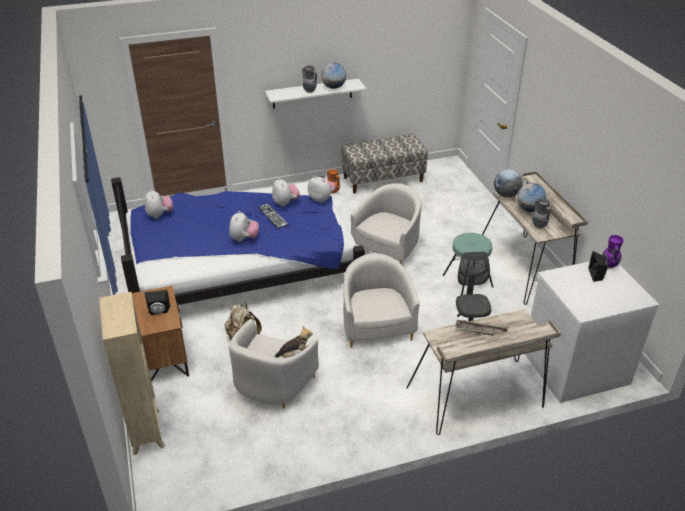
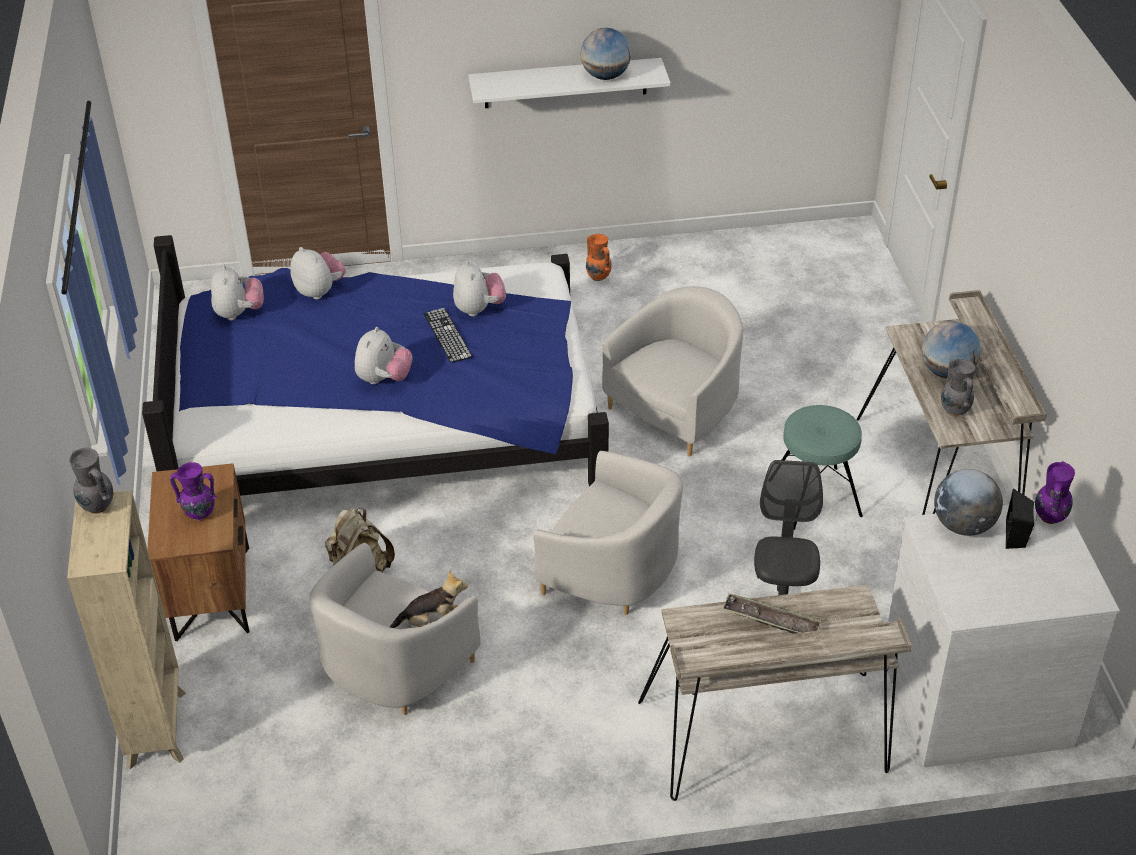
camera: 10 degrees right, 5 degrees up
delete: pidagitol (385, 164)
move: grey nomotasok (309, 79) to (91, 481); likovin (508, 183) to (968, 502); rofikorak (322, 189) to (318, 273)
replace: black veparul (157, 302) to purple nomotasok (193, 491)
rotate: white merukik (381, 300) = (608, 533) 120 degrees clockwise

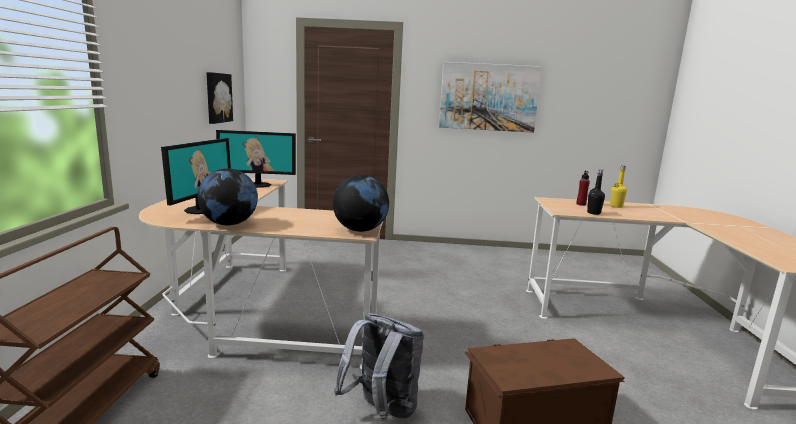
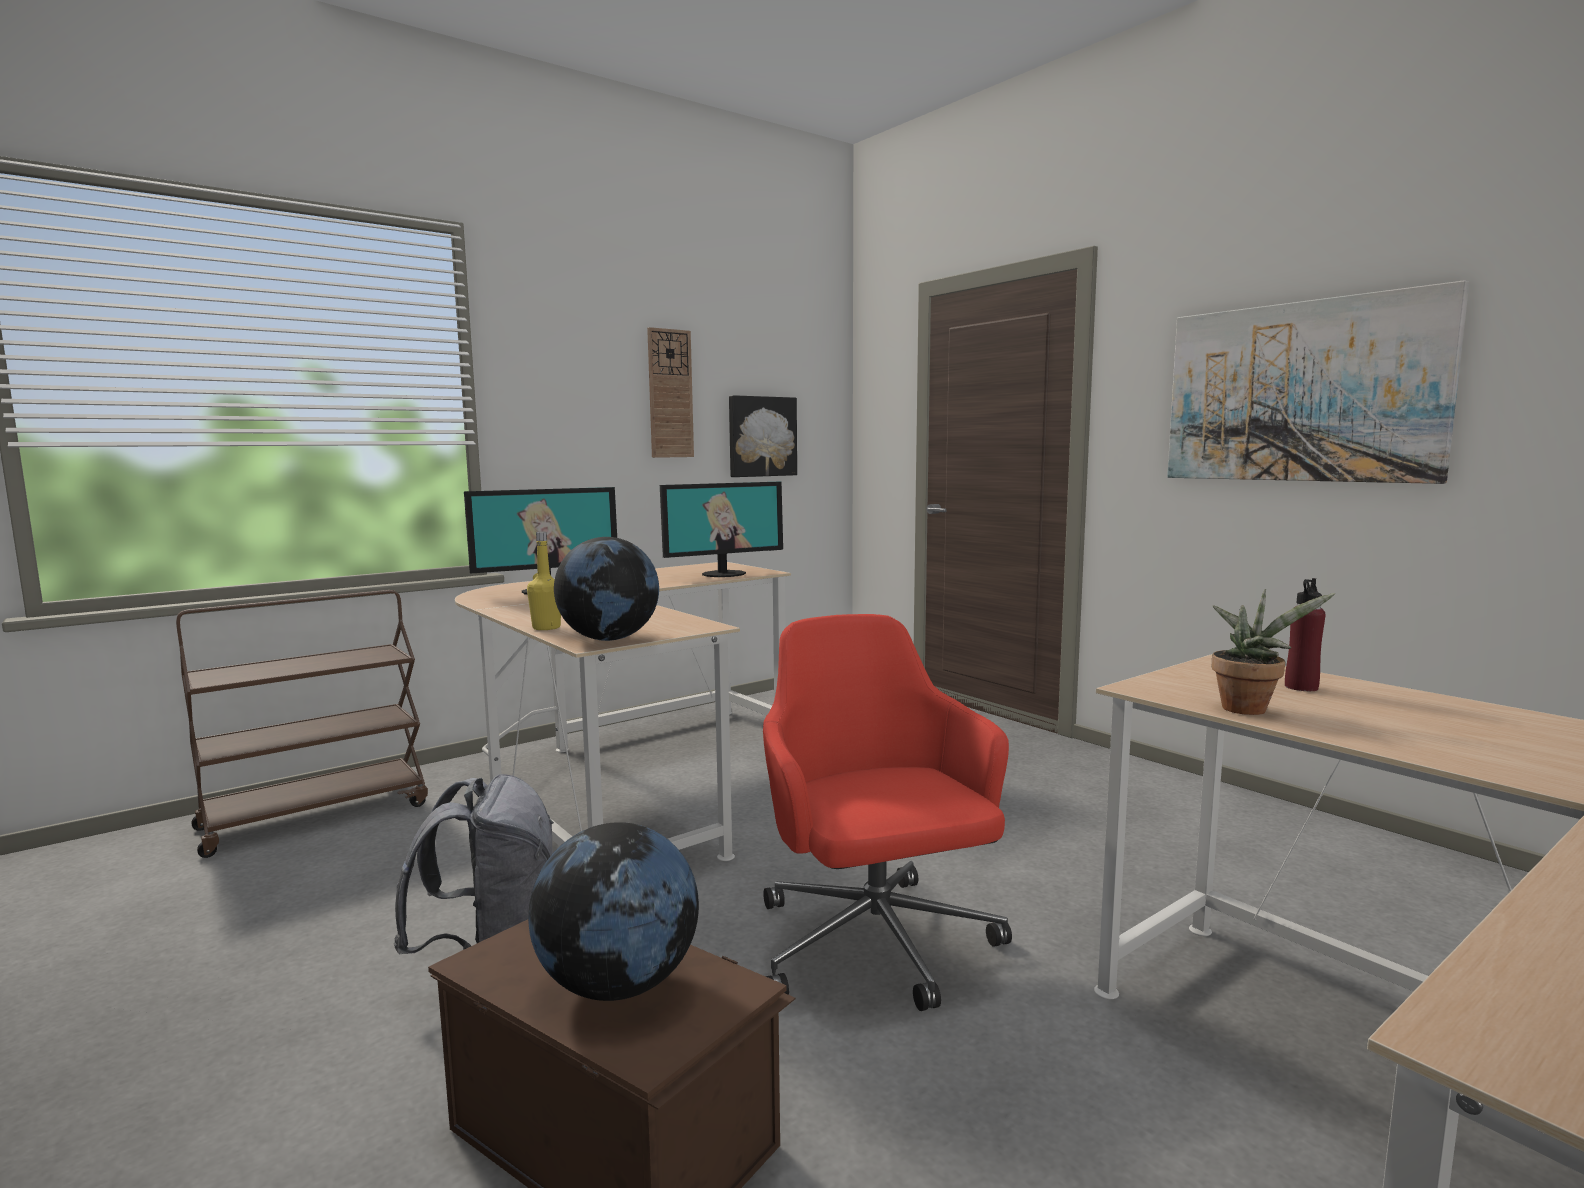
camera: 50 degrees right, 5 degrees down
insert: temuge (670, 392); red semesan (887, 812)
move: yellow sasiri (618, 186) to (544, 581); likovin (227, 197) to (613, 911)
replace: black sasiri (596, 192) to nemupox (1273, 652)
rotate: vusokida (256, 159) = (721, 529) 75 degrees counterclockwise

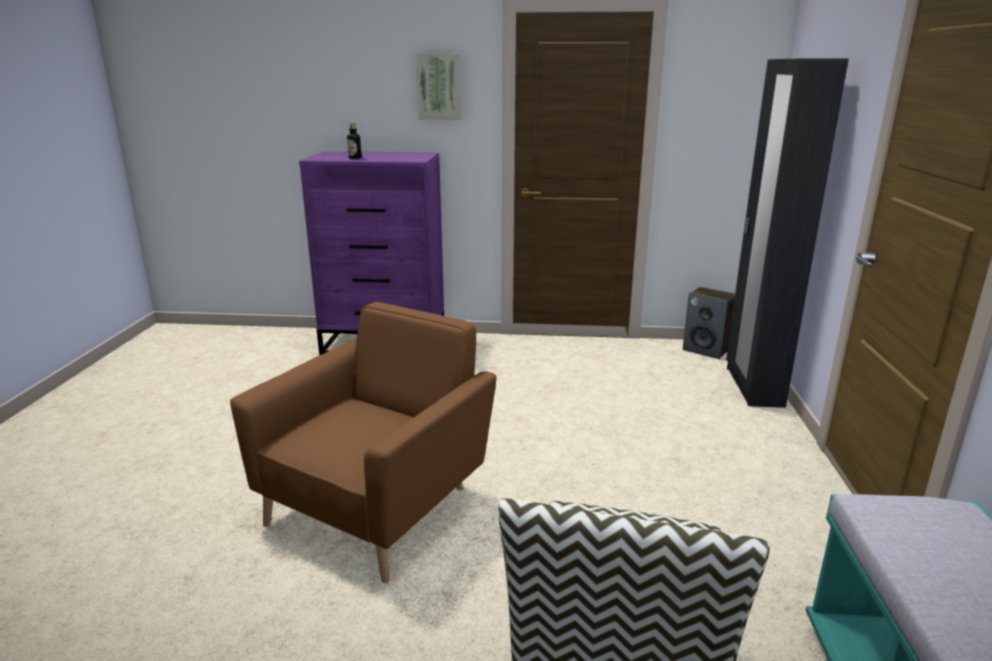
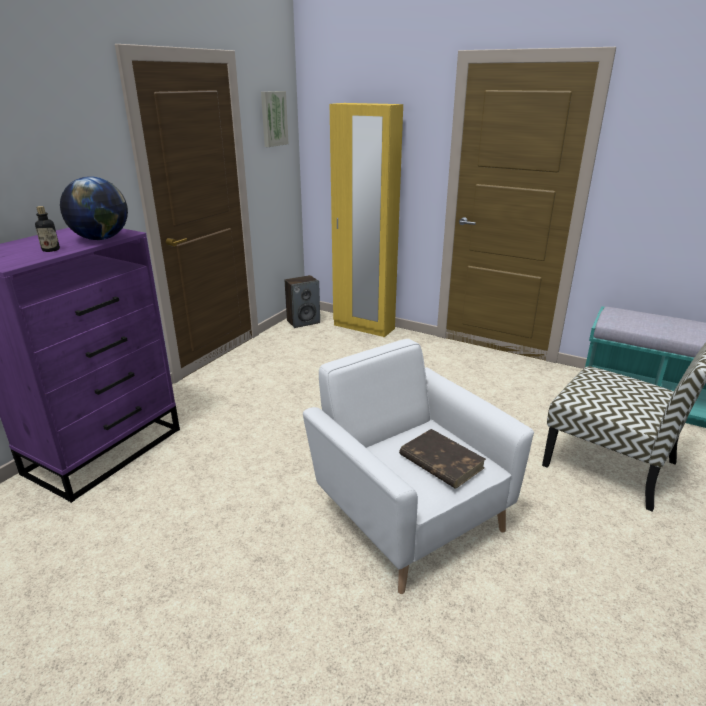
camera: 65 degrees left, 5 degrees up
insert: likovin (94, 208); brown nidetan (442, 458)
move: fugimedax (438, 86) to (275, 119)
recolor: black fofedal (787, 233) to yellow fofedal (366, 220); brown merukik (363, 442) to white merukik (418, 466)

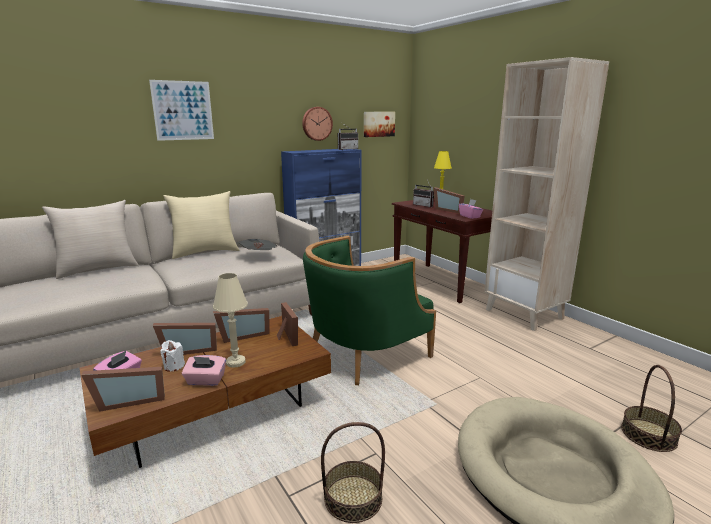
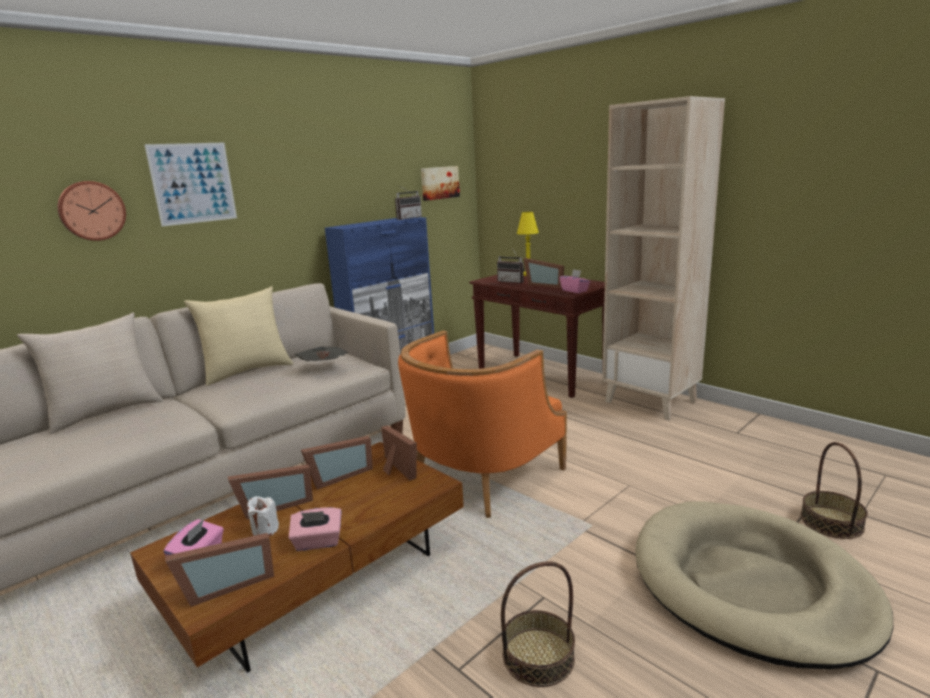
camera: 10 degrees left, 0 degrees up
delete: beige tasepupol (230, 320)
move: temuge (317, 124) to (91, 211)
recolor: green merukik (369, 310) to orange merukik (482, 424)

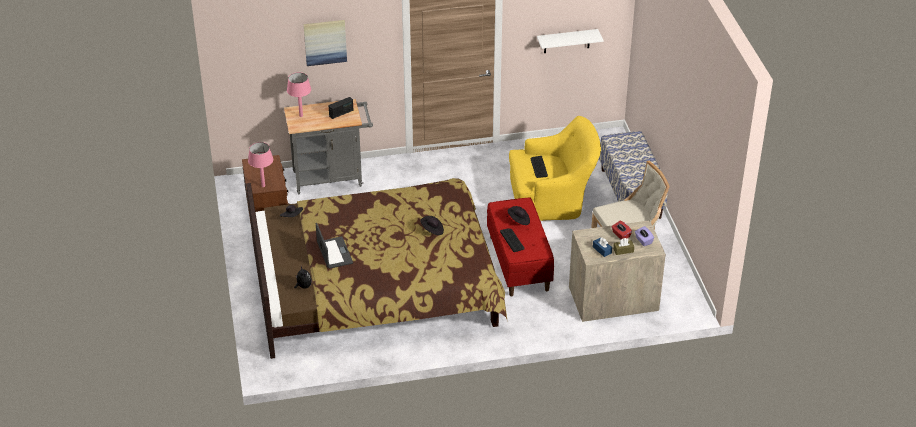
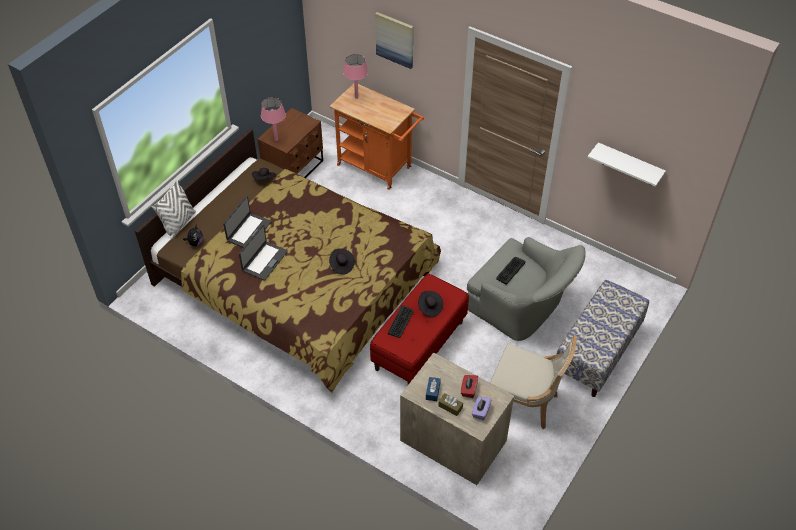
camera: 45 degrees right, 10 degrees up
delete: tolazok (340, 108)
insert: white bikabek (174, 209); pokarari (263, 253)
recolor: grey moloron (328, 147) to orange moloron (377, 137); yellow merukik (555, 168) to grey merukik (526, 289)

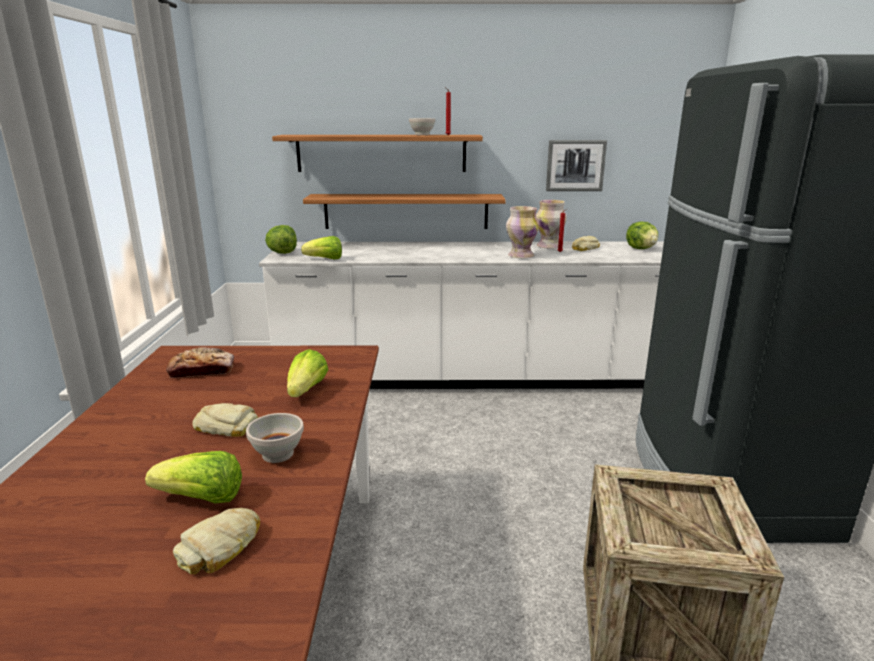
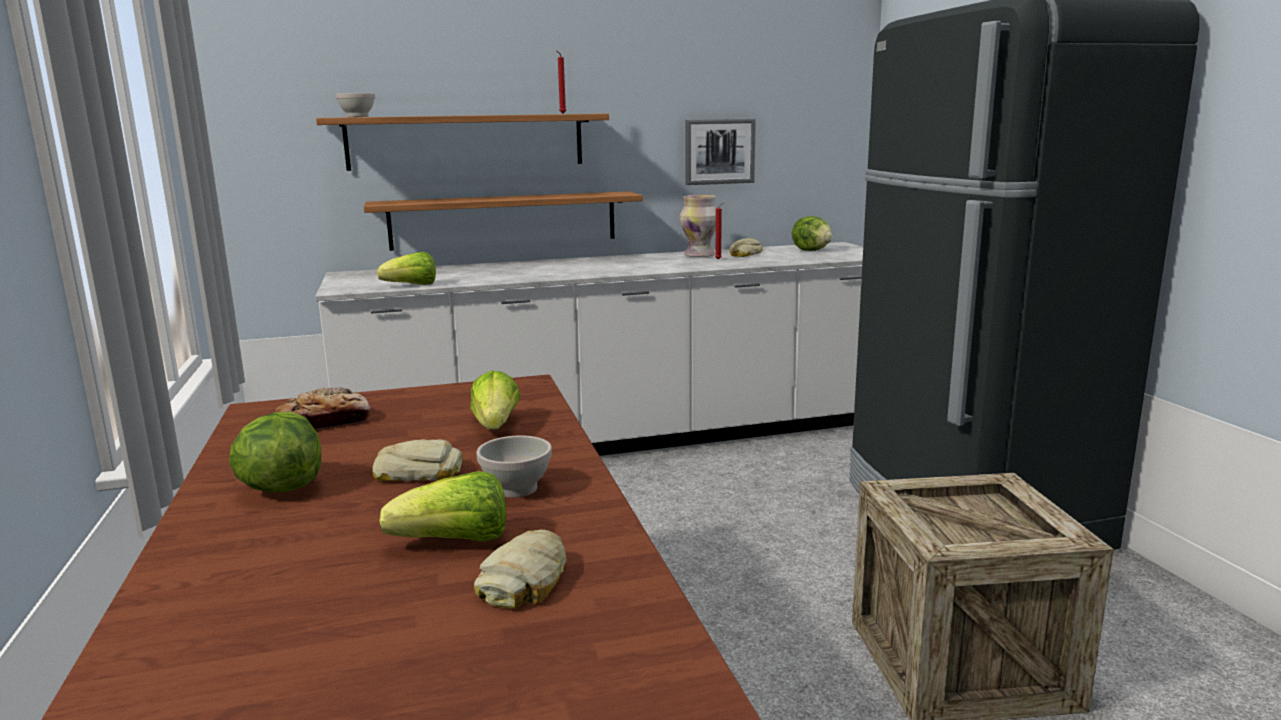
camera: 15 degrees left, 5 degrees down
delete: nomotasok (522, 232)
move: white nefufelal (422, 126) to (355, 105); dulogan (281, 239) to (275, 452)

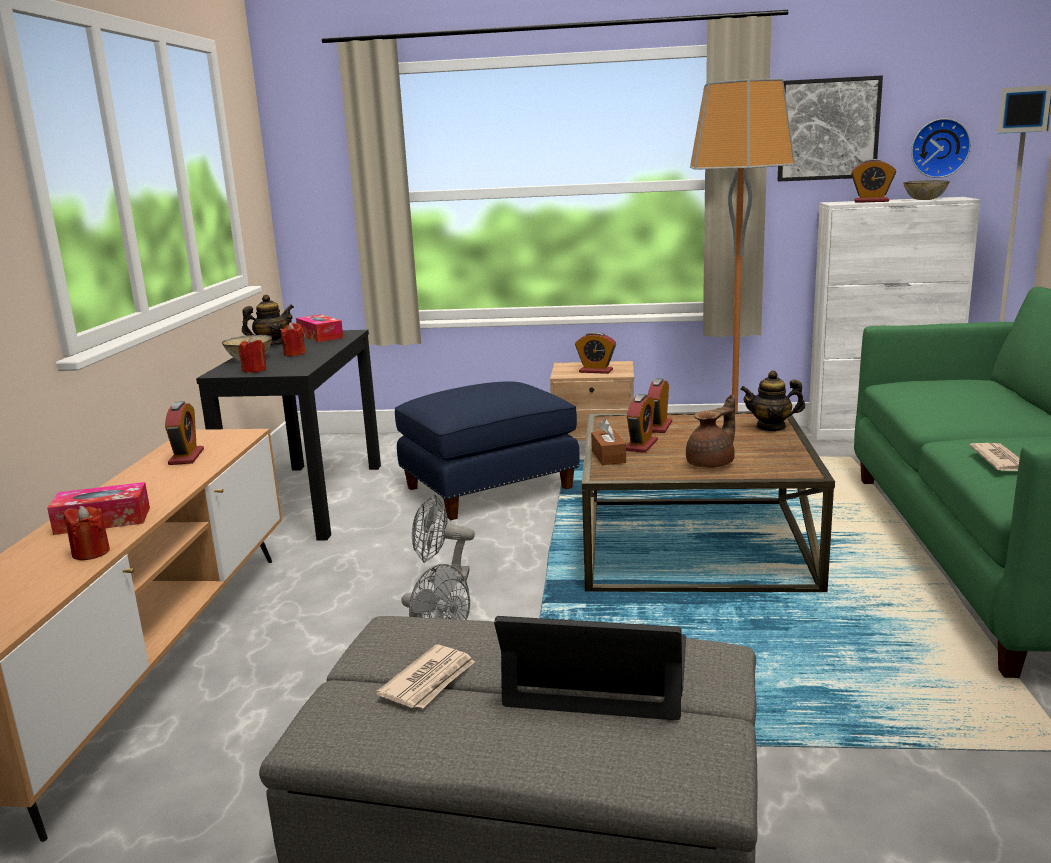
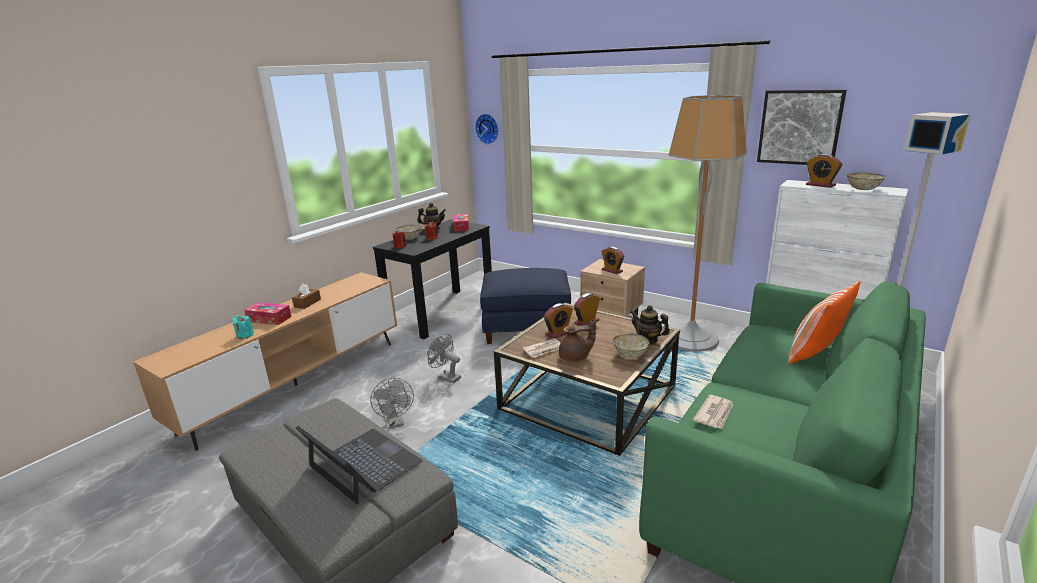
camera: 30 degrees right, 5 degrees up
delete: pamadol (184, 433)
insert: bikabek (824, 322); nefufelal (631, 346)
move: temuge (941, 148) to (487, 129); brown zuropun (608, 442) to (306, 296); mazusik (425, 676) to (541, 348)
recolor: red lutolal (86, 533) to turquoise lutolal (243, 327)

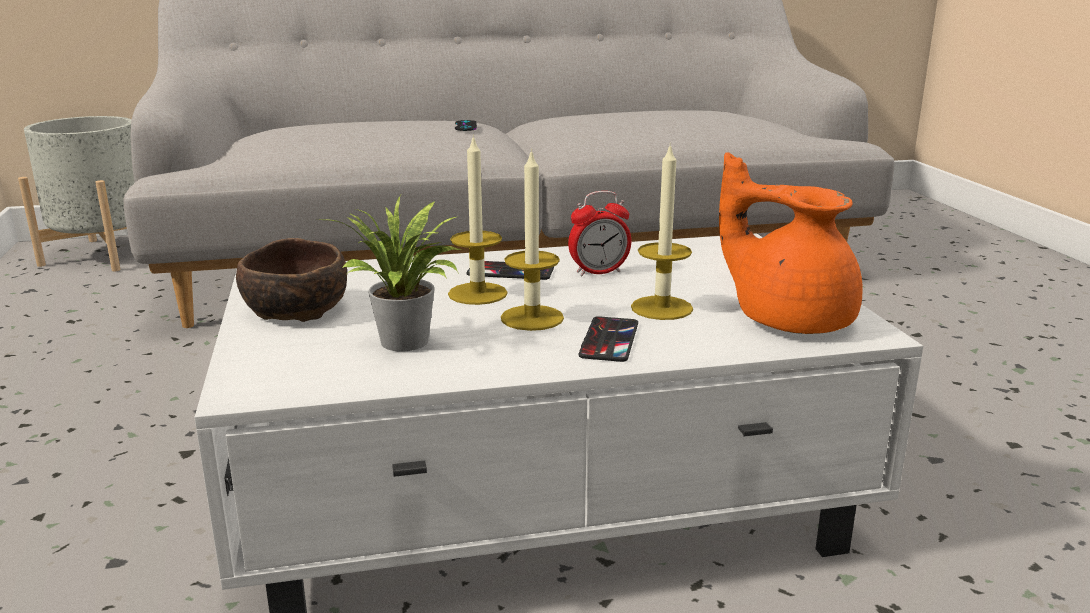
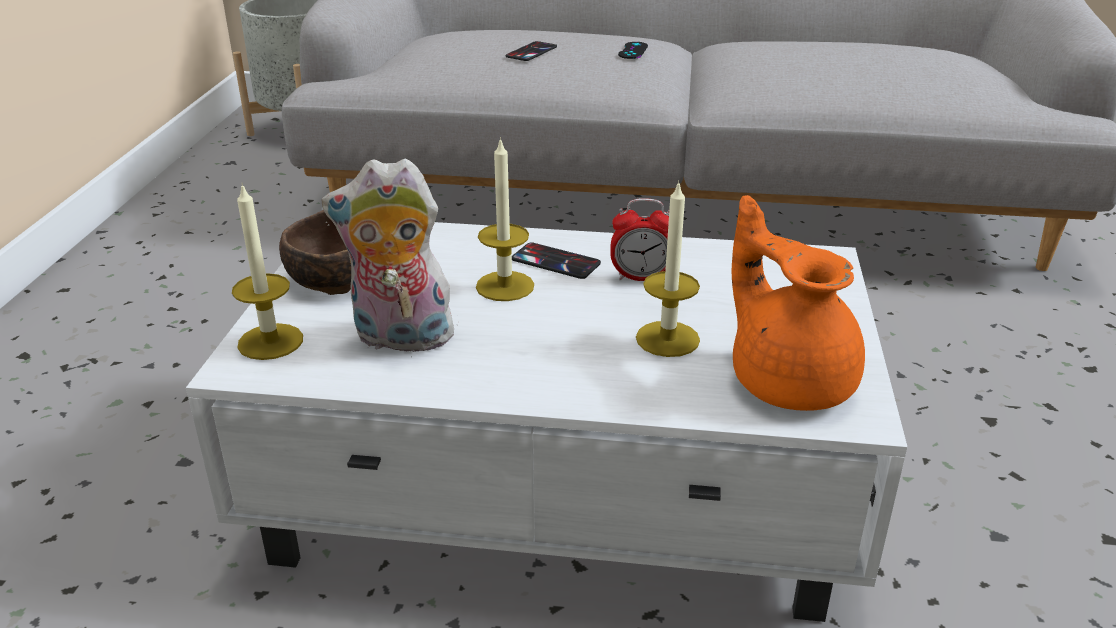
camera: 20 degrees right, 10 degrees up
move: lutolal (532, 239) to (267, 271); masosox (608, 339) to (531, 51)
replace: nemupox (392, 273) to rofikorak (392, 257)

